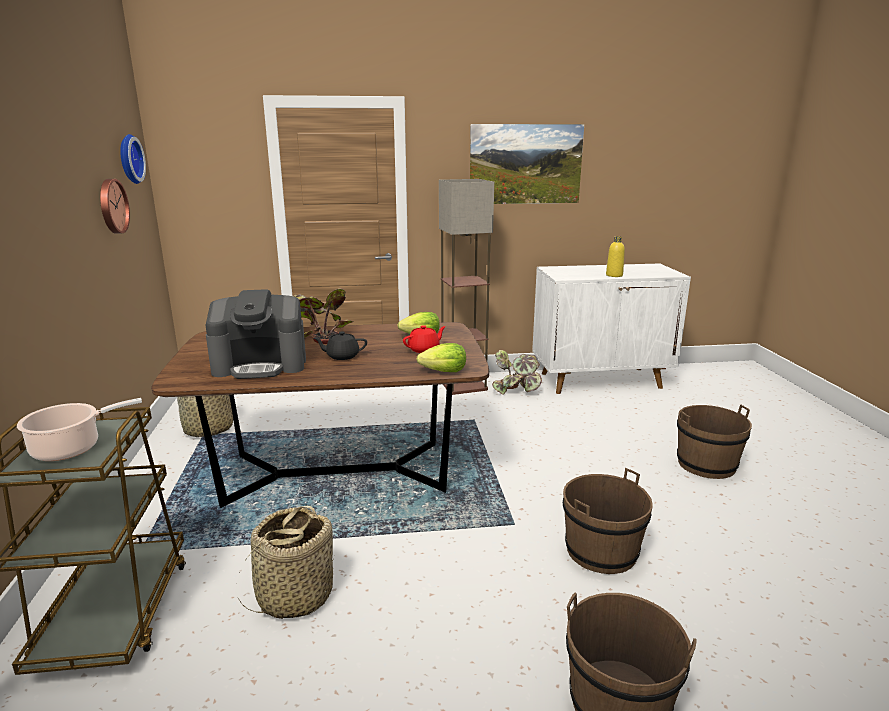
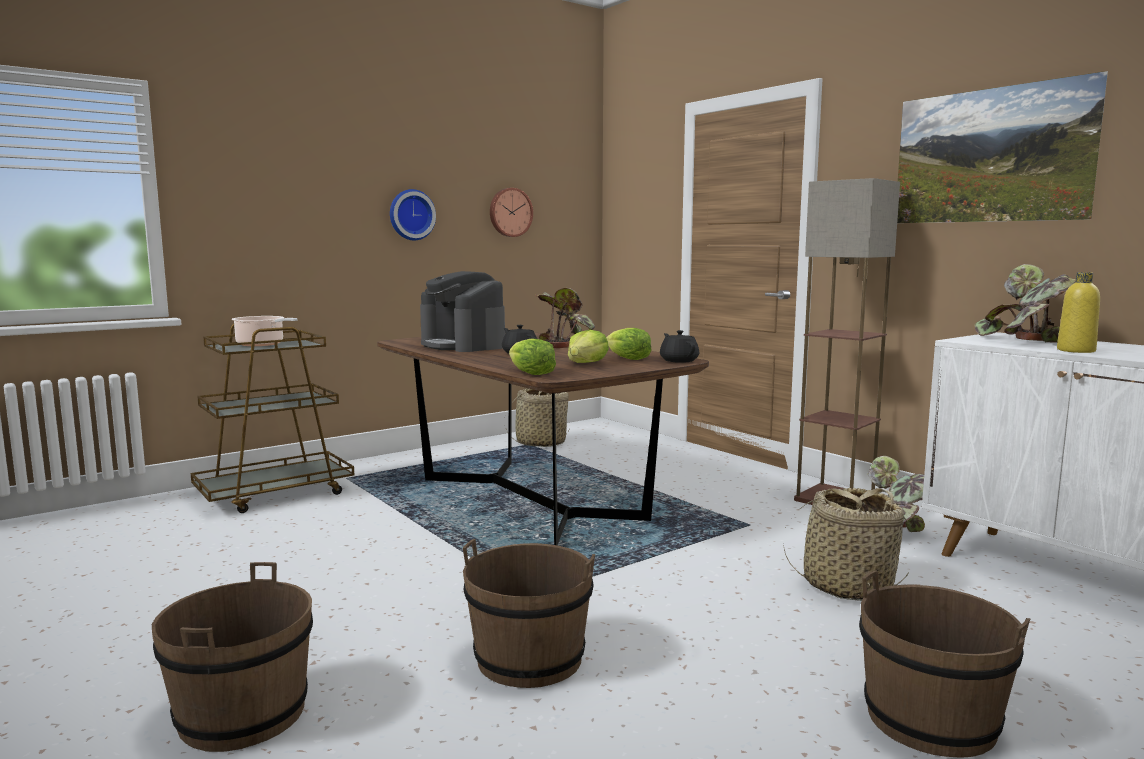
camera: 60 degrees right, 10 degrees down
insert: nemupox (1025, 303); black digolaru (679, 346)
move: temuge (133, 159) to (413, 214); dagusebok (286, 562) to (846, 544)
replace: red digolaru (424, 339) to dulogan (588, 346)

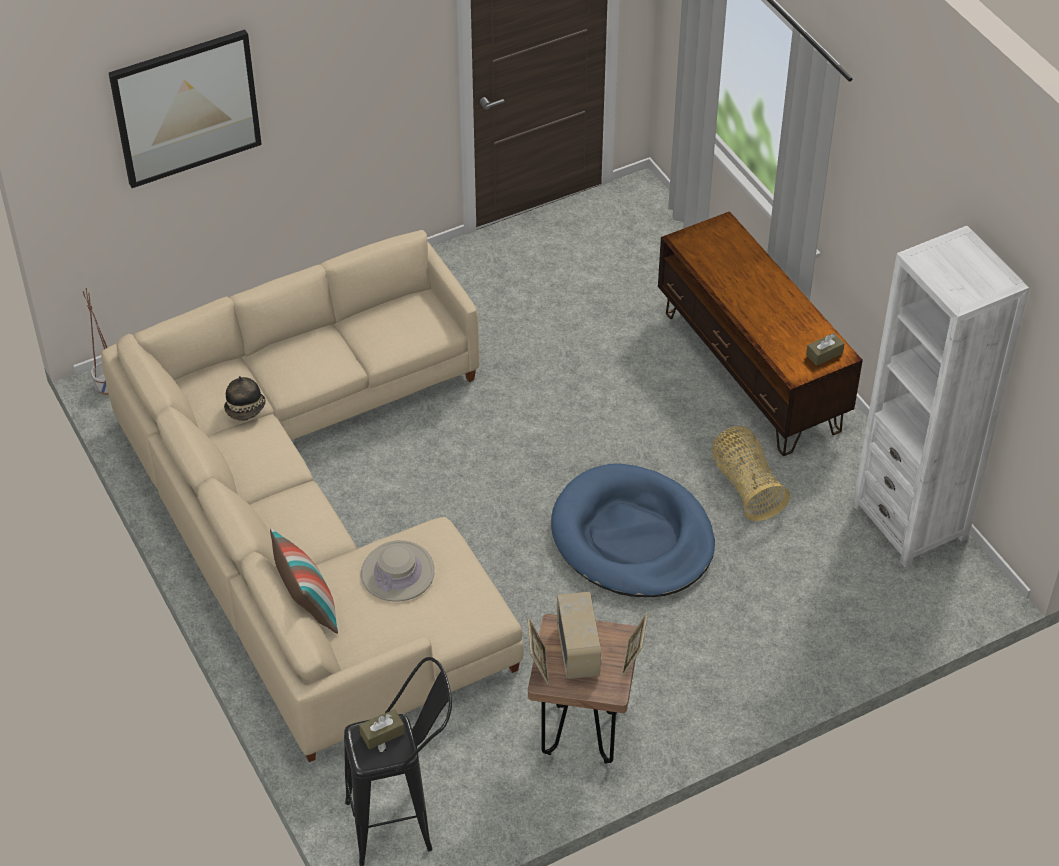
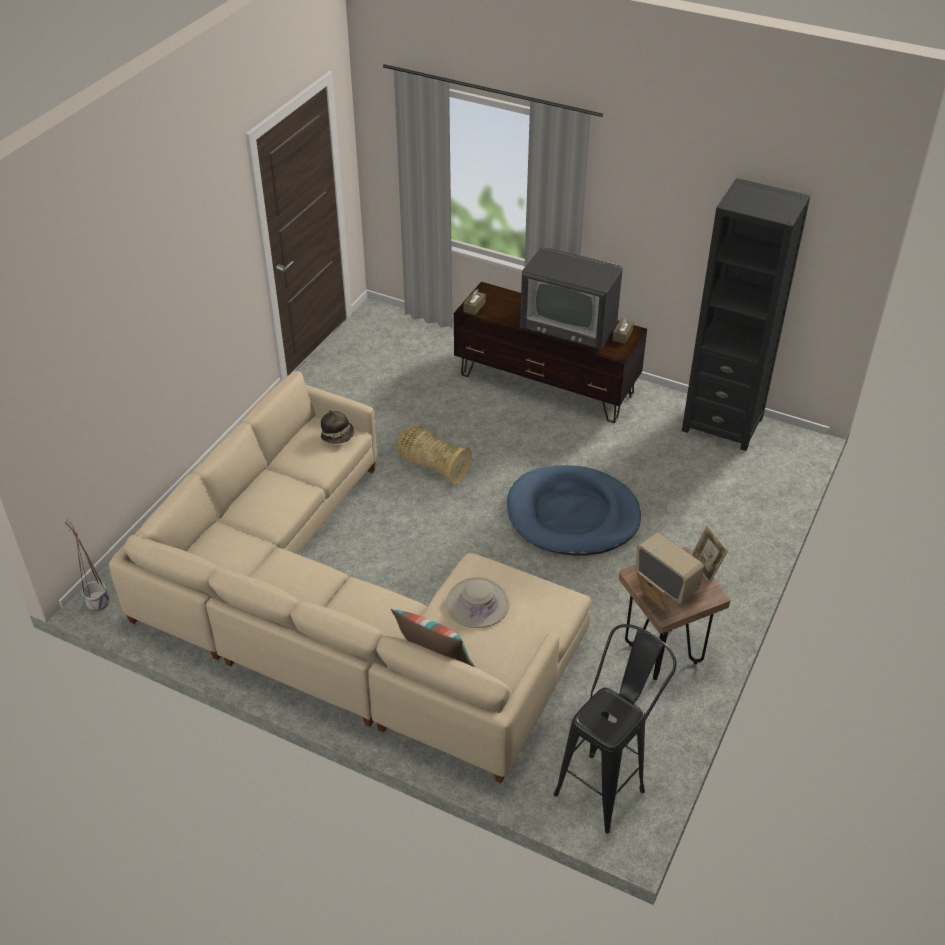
camera: 35 degrees left, 5 degrees down
delete: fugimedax (185, 109)
insert: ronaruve (571, 299)
move: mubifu (245, 398) to (337, 427); dagusebok (751, 473) to (434, 454); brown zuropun (382, 729) to (474, 302)
recolor: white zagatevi (941, 396) to black zagatevi (746, 314)

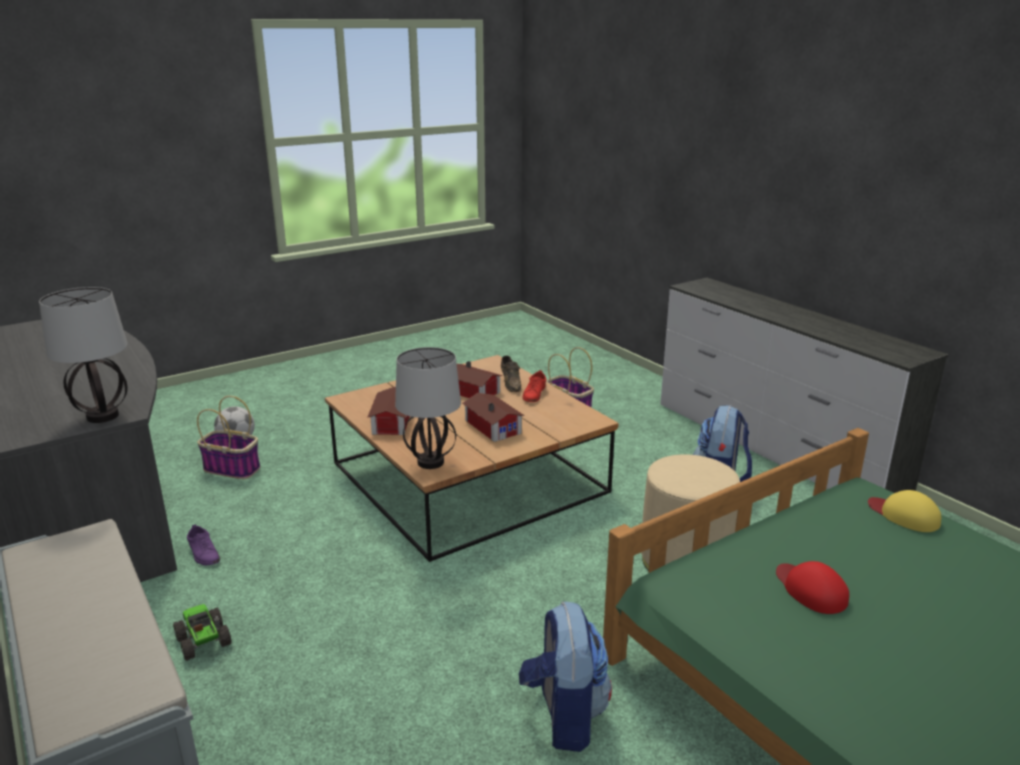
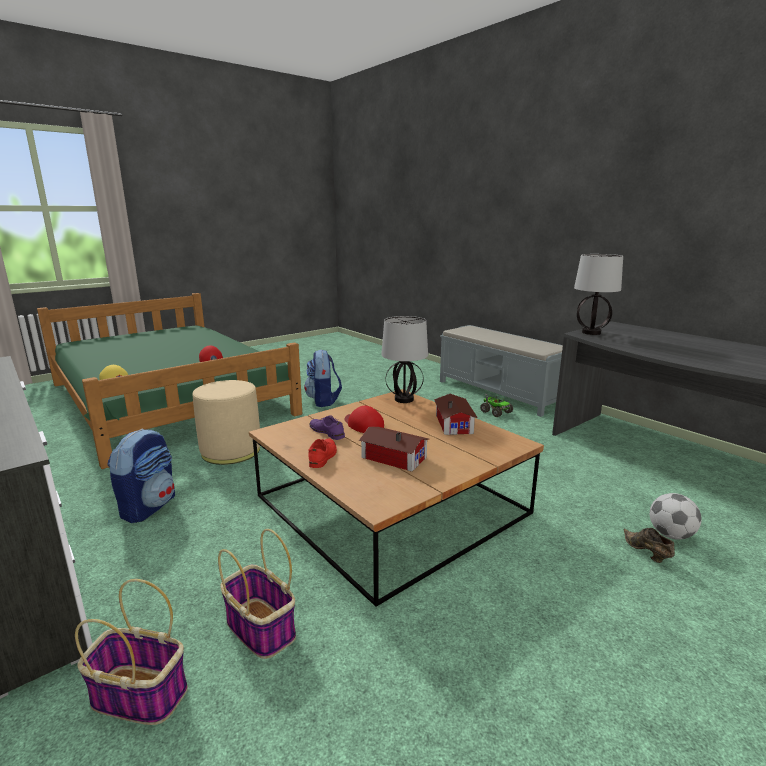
camera: 175 degrees right, 5 degrees down
move: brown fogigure (511, 373) to (649, 545); dagusebok (228, 437) to (131, 652); purple fogigure (203, 544) to (327, 428)
replace: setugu (493, 417) to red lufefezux (364, 419)

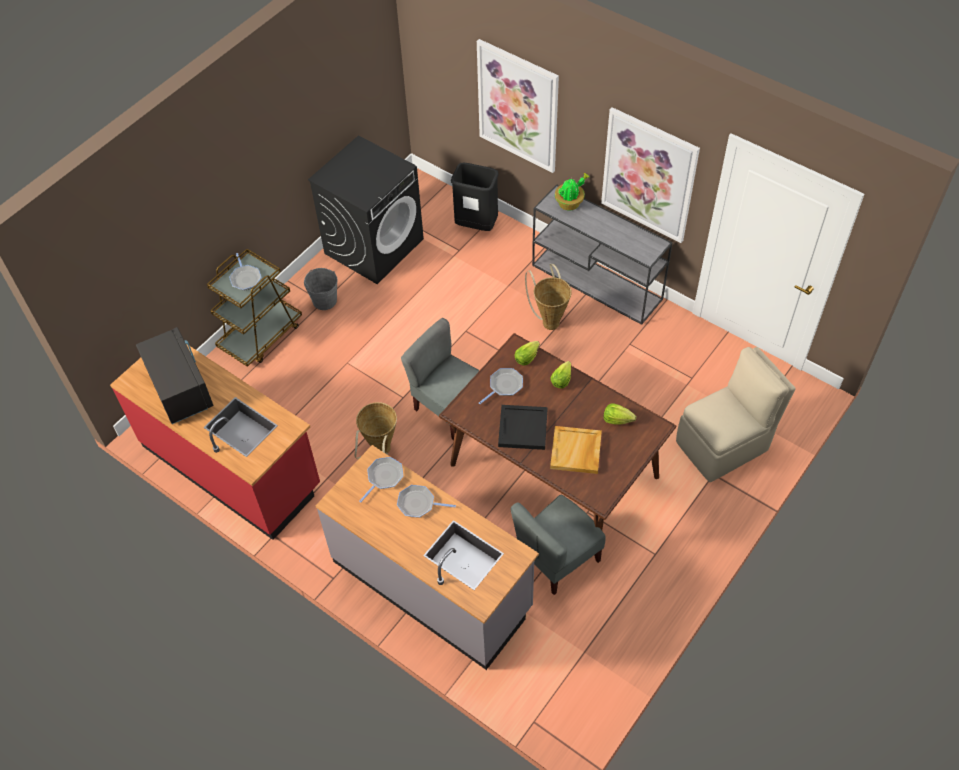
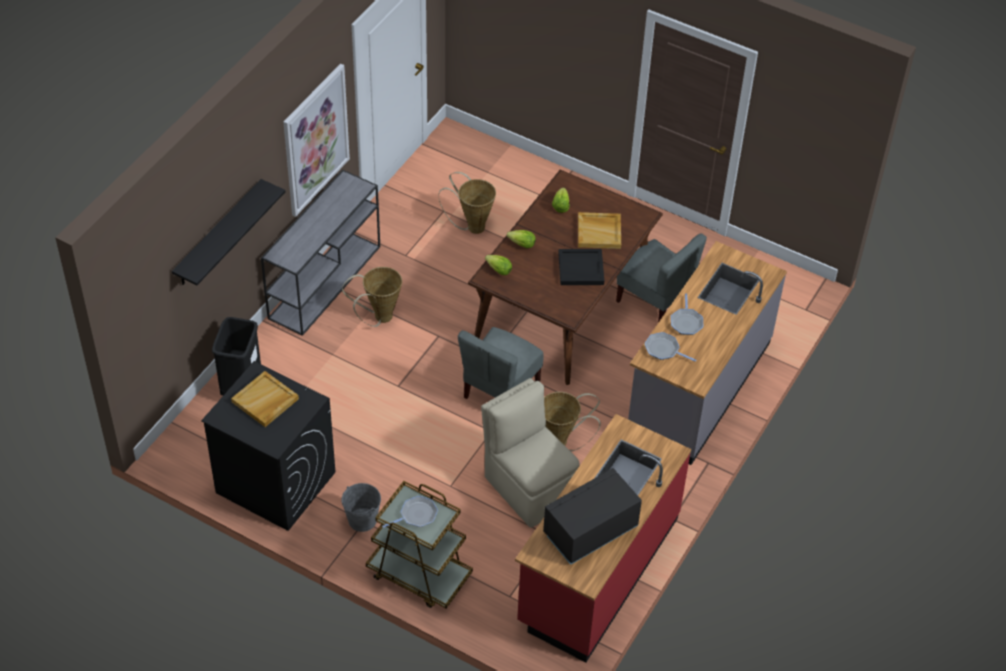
camera: 100 degrees left, 5 degrees down
delete: nemupox (572, 192); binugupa (501, 386)
insert: dagusebok (467, 203); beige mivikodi (265, 399)
move: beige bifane (736, 414) to (530, 453)
replace: fugimedax (518, 106) to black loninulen (228, 232)

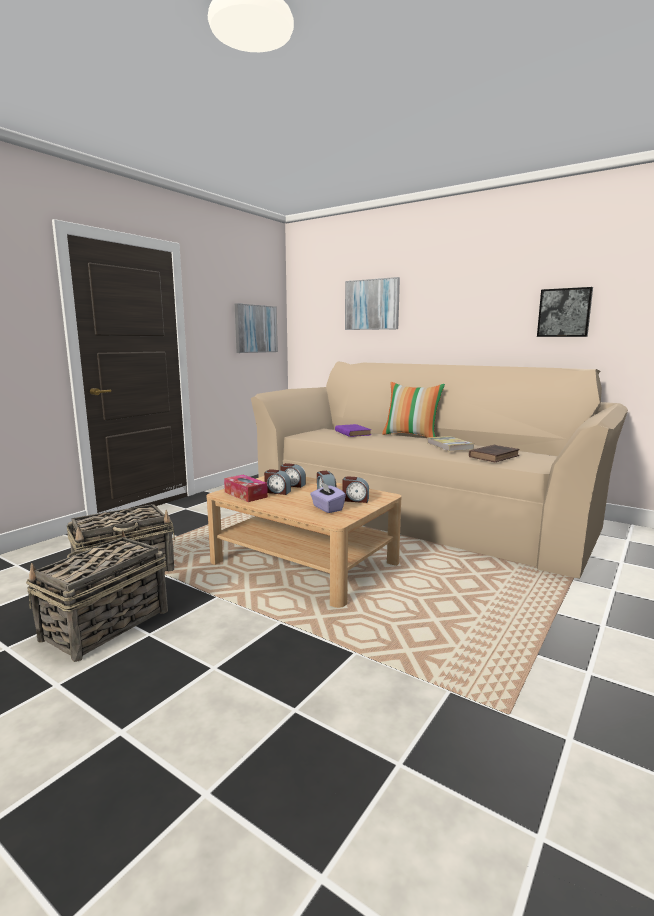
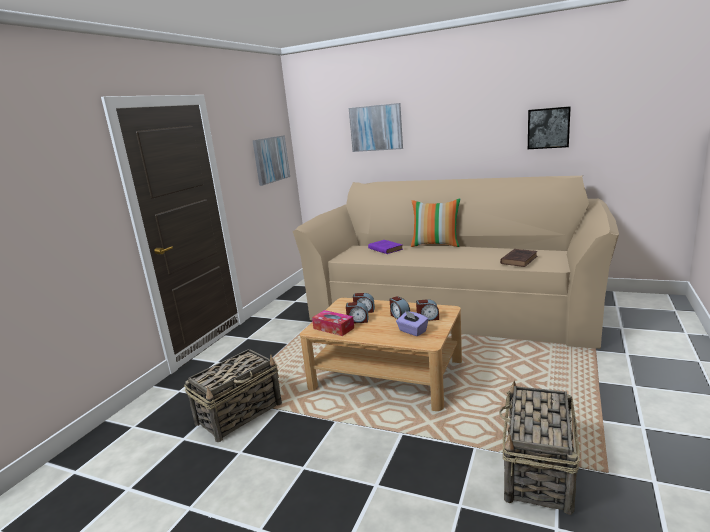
camera: 10 degrees left, 5 degrees up
delete: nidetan (451, 443)
move: dagusebok (97, 596) to (539, 448)

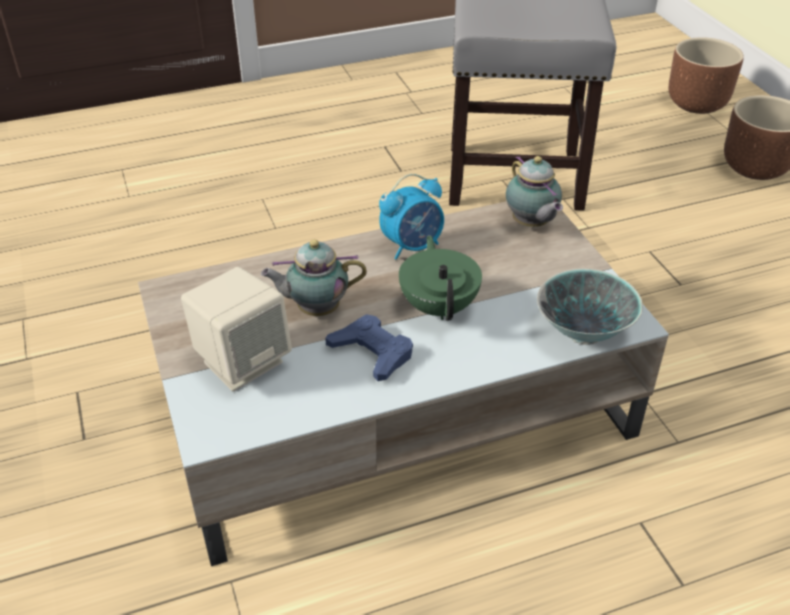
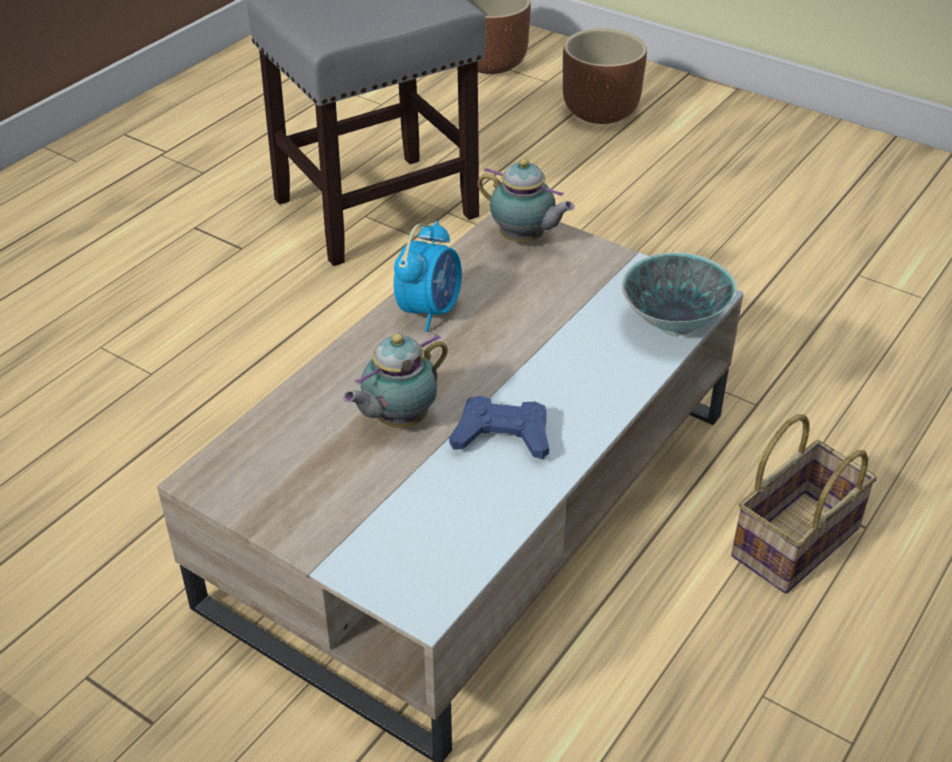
camera: 35 degrees left, 0 degrees up
delete: green digolaru (440, 278); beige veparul (236, 329)
insert: dagusebok (804, 504)

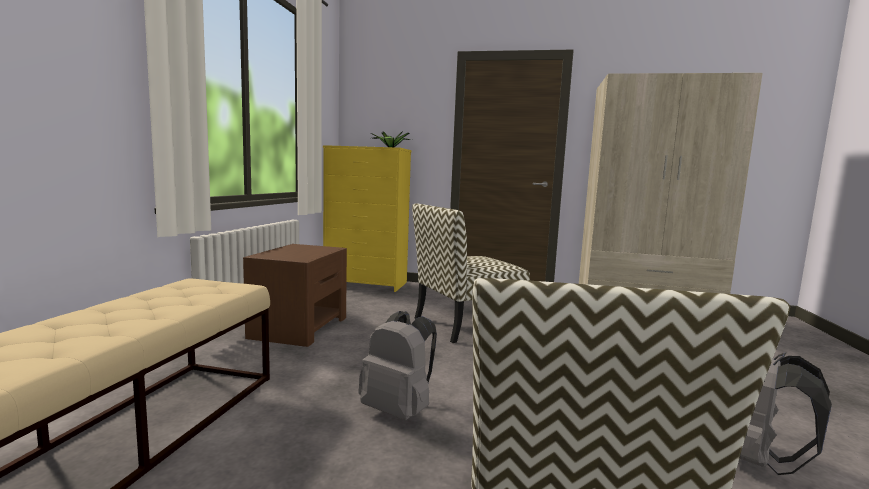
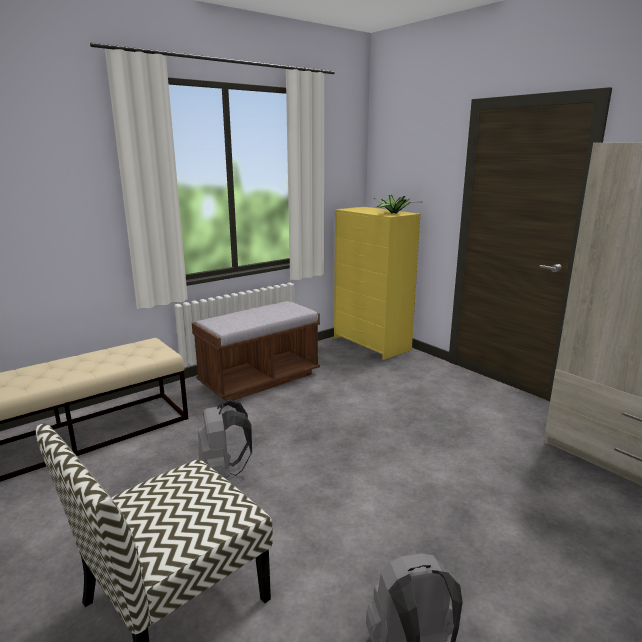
camera: 40 degrees right, 10 degrees up
delete: bifane (471, 273)
replace: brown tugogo (295, 295) to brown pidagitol (256, 351)

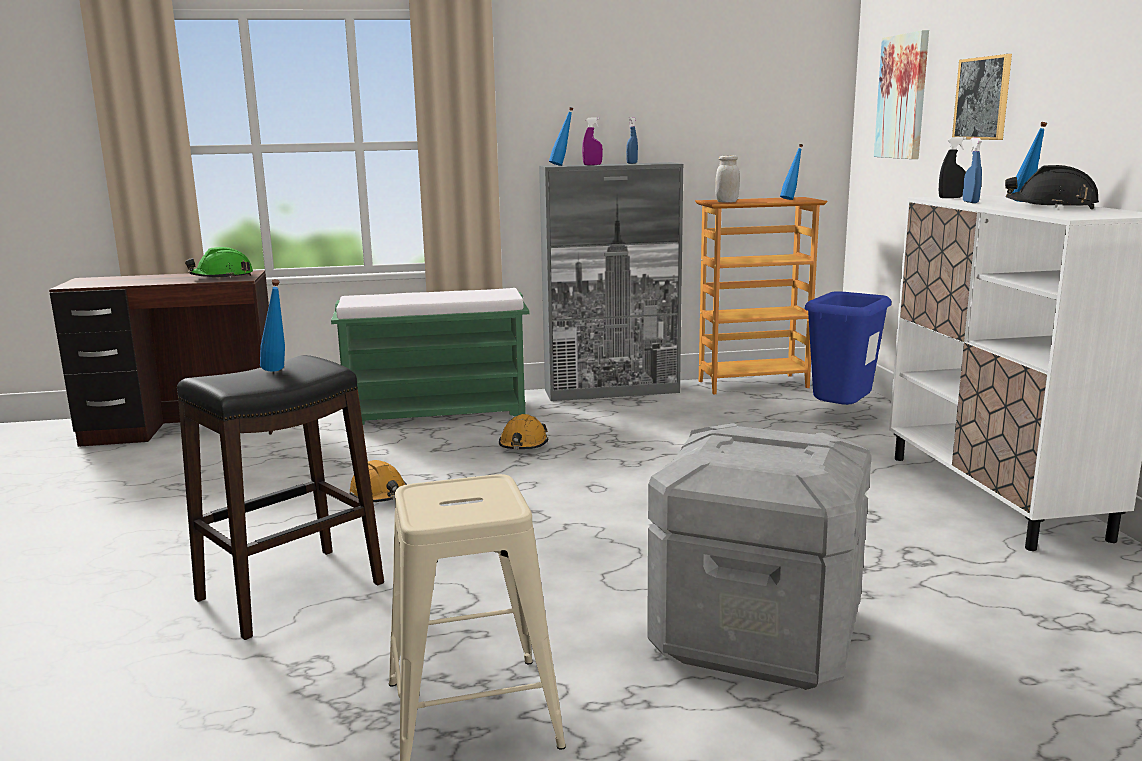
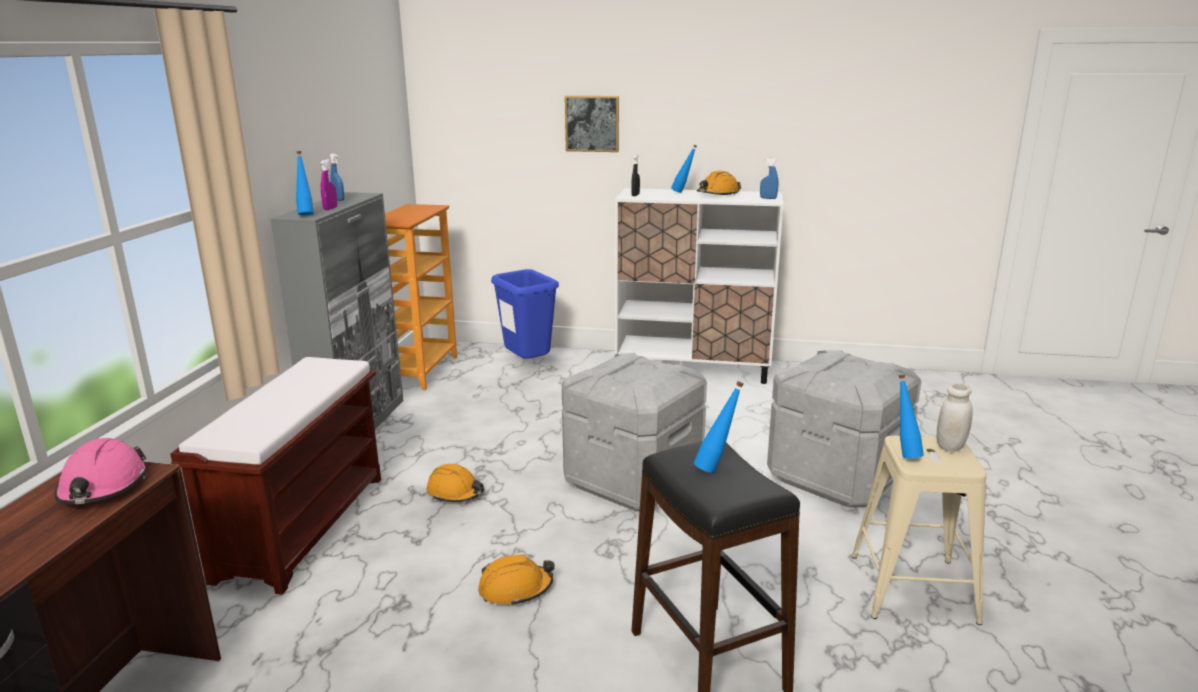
camera: 70 degrees left, 5 degrees up
delete: fugimedax (901, 94)
insert: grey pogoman (634, 432)
move: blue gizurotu (972, 170) to (769, 178); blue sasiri (791, 172) to (911, 416); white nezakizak (727, 178) to (955, 417)
recolor: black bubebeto (1052, 187) to orange bubebeto (719, 182); green bubebeto (219, 262) to pink bubebeto (100, 471); green pidagitol (430, 356) to brown pidagitol (275, 476)

